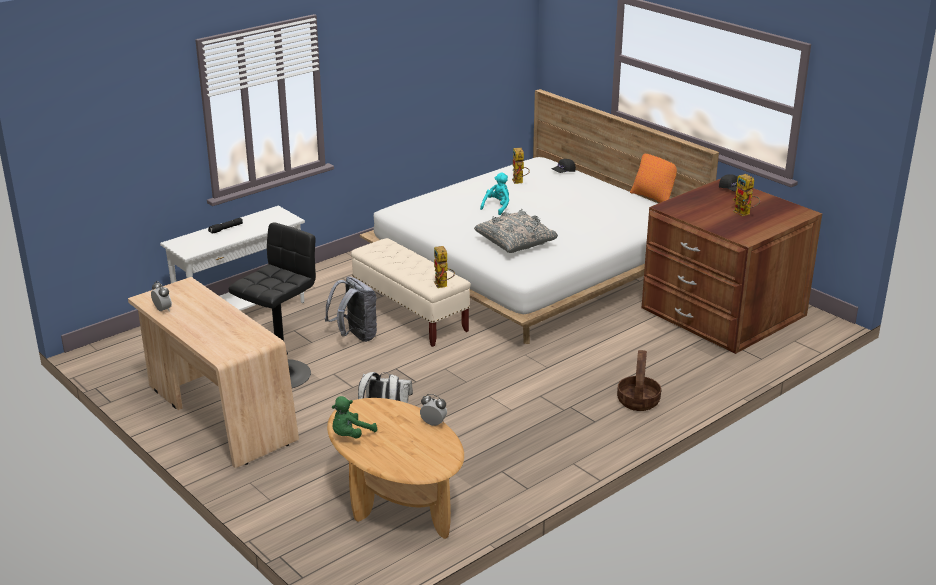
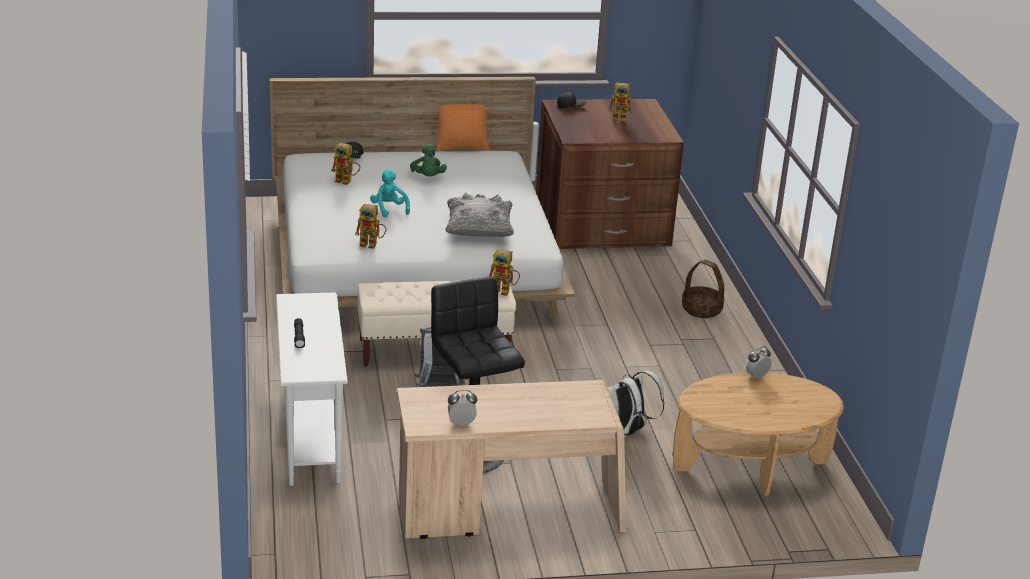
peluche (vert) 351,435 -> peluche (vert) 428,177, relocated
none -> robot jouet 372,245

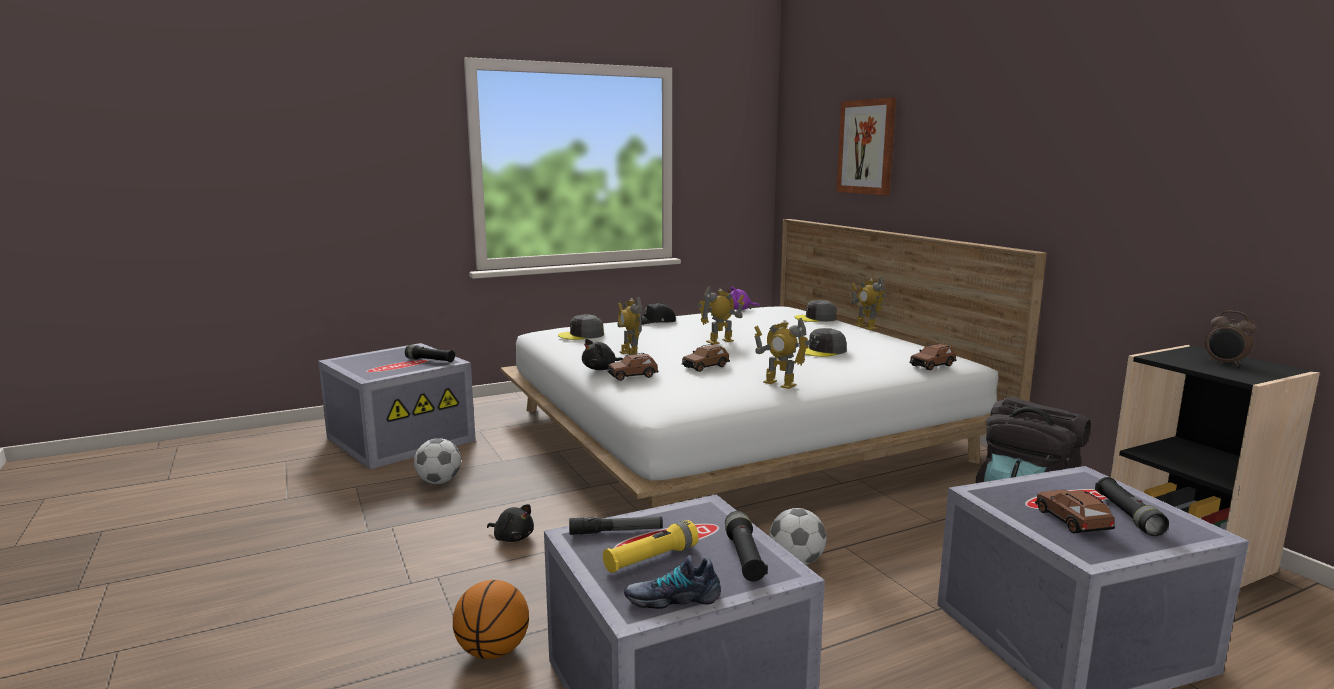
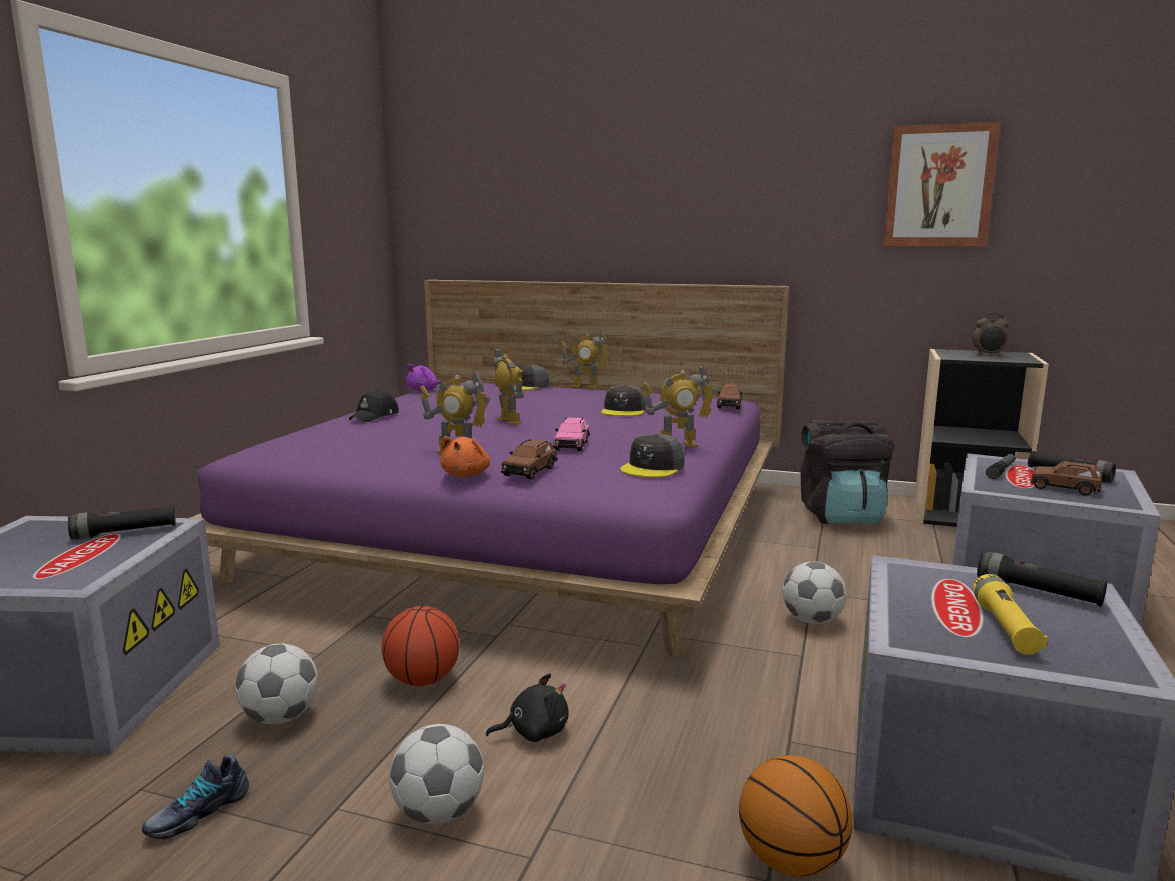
tableau 866,147 -> tableau 939,186, relocated
lit (blanc) 735,433 -> lit (violet) 526,530
robot jouet 720,341 -> robot jouet 509,421, 135 degrees clockwise
casquette (gris) 582,335 -> casquette (gris) 653,467, relocated
peluche (noir) 601,369 -> peluche (orange) 466,474
petite voiture (marron) 705,366 -> petite voiture (rose) 571,445
lampe de poche 616,531 -> lampe de poche 1001,471, relocated
chaussure 672,598 -> chaussure 197,812, relocated
none -> ballon de basket 423,680
none -> ballon de foot 438,813

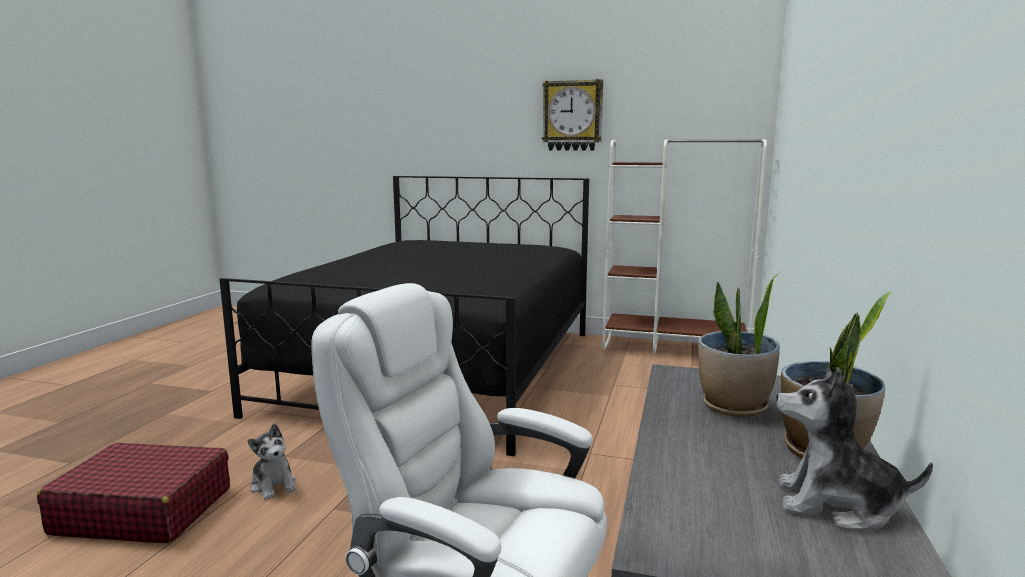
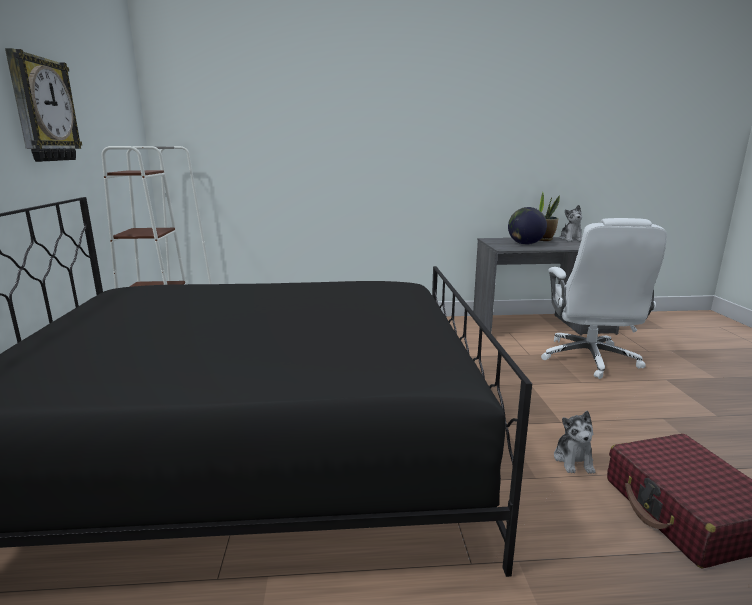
plante en pot 734,407 -> globe 525,244
peluche 274,485 -> peluche 573,460, 150 degrees clockwise

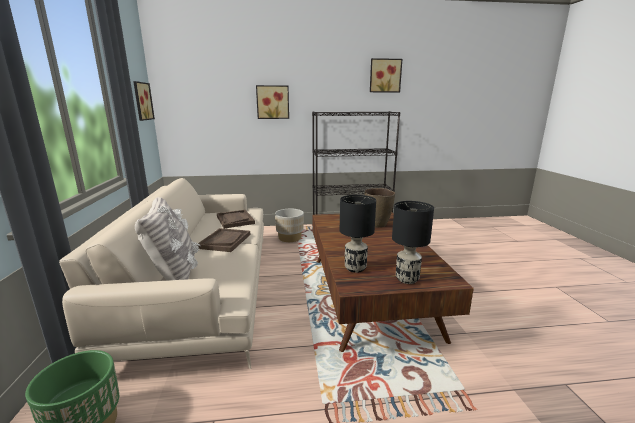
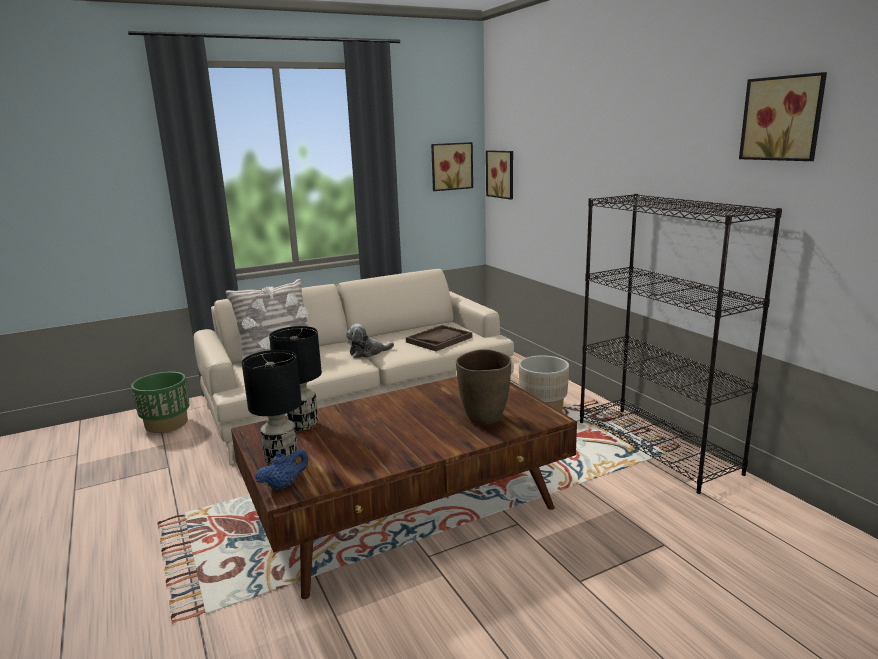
tableau 272,102 -> tableau 502,174, relocated
plateau (marron) 225,241 -> peluche 368,352
none -> théière (bleu) 284,485

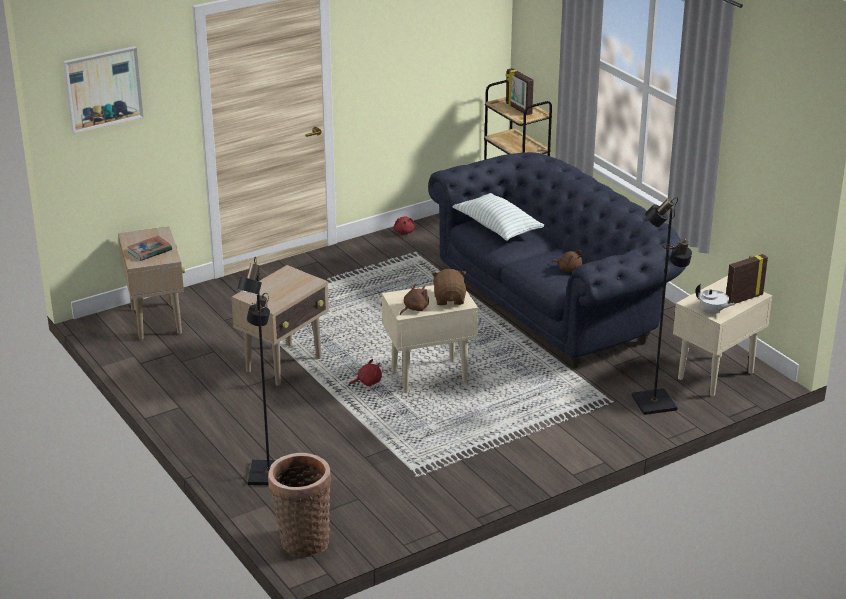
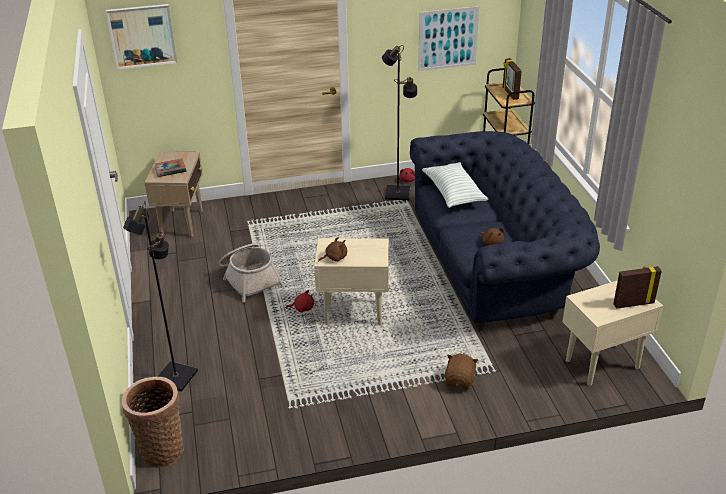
lampadaire (noir) 654,403 -> lampadaire (noir) 398,193, relocated
table d'appoint (beige) 284,364 -> panier 249,278
peluche (marron) 450,299 -> peluche (marron) 460,381, relocated
théière (blanc) 713,310 -> none
none -> tableau 448,38

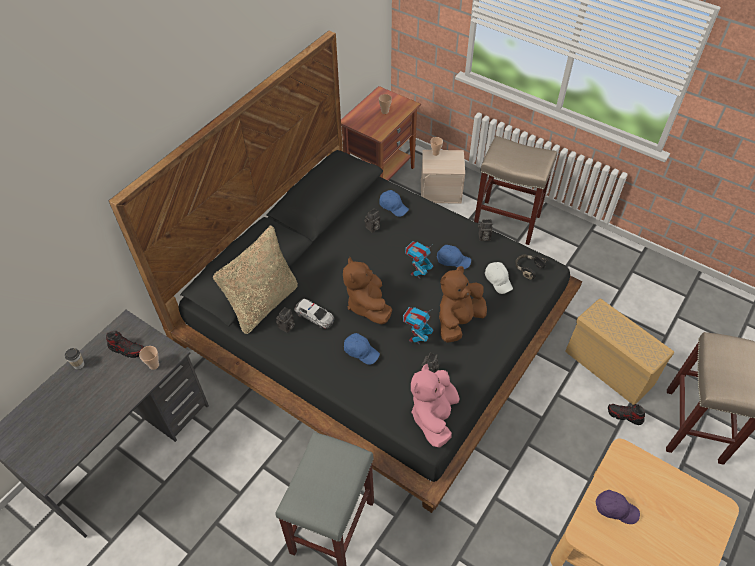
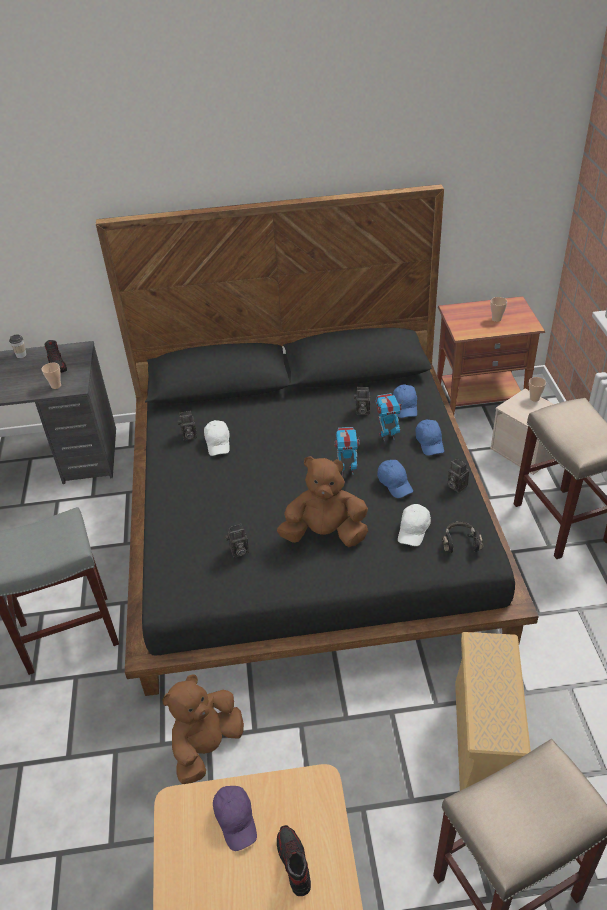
coussin (beige) 264,304 -> none
peluche (marron) 367,305 -> peluche (marron) 206,746, relocated
petite voiture 315,316 -> casquette (blanc) 218,443
robot jouet 416,338 -> robot jouet 387,436, relocated
casquette (bleu) 361,351 -> casquette (bleu) 430,442, relocated
peluche (rose) 434,416 -> none
chaussure 624,416 -> chaussure 294,863, relocated

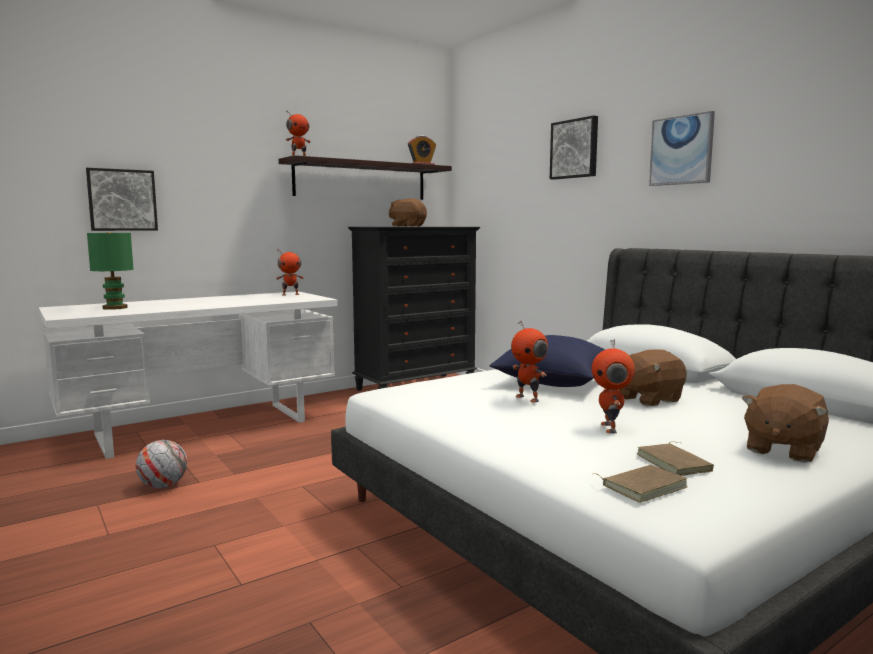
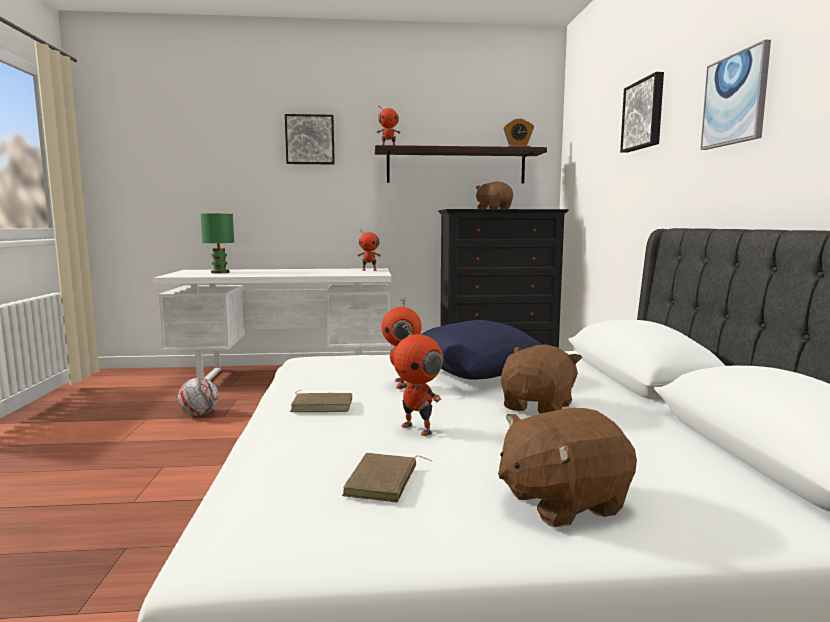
tableau 122,200 -> tableau 310,140, relocated
robot jouet 610,428 -> robot jouet 418,429, 75 degrees counterclockwise
peluche (marron) 647,399 -> peluche (marron) 539,407, 120 degrees clockwise
livre (marron) 642,486 -> livre (marron) 323,405, relocated

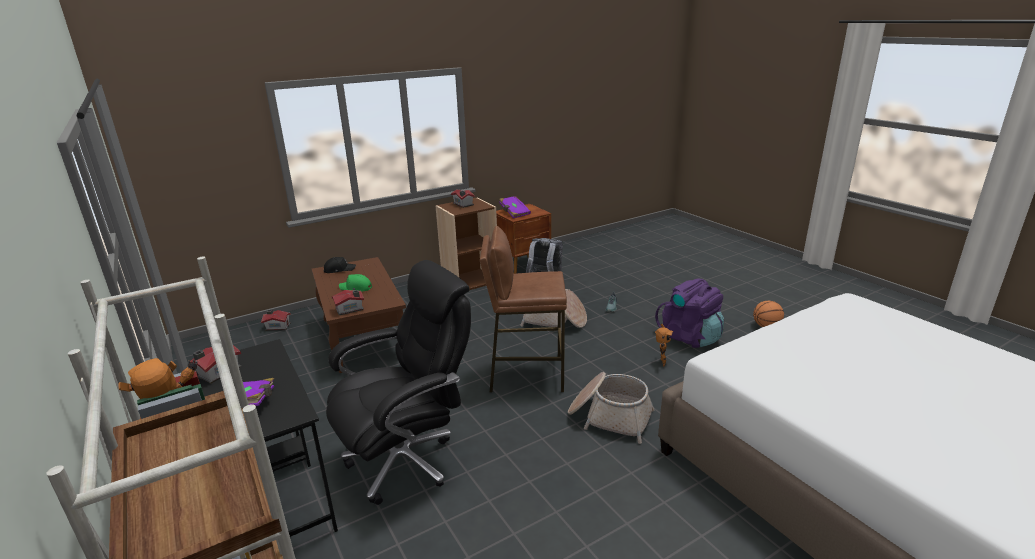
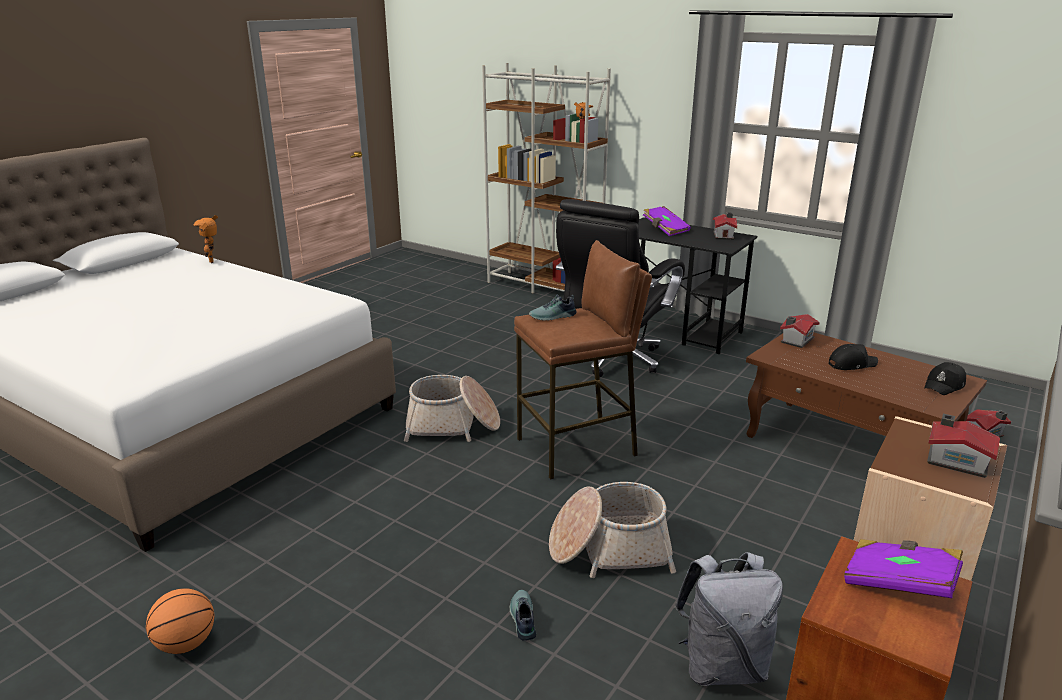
casquette (vert) 356,288 -> casquette (noir) 851,364
sac à dos (violet) 690,337 -> none
robot jouet 661,363 -> robot jouet 214,261, relocated
none -> chaussure 553,317

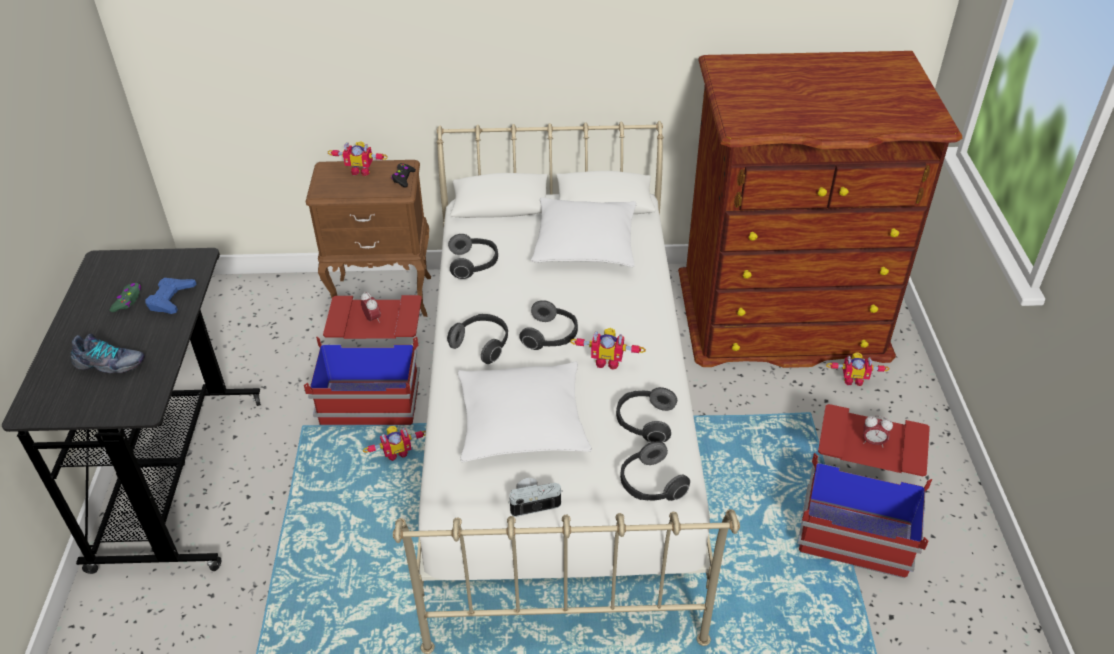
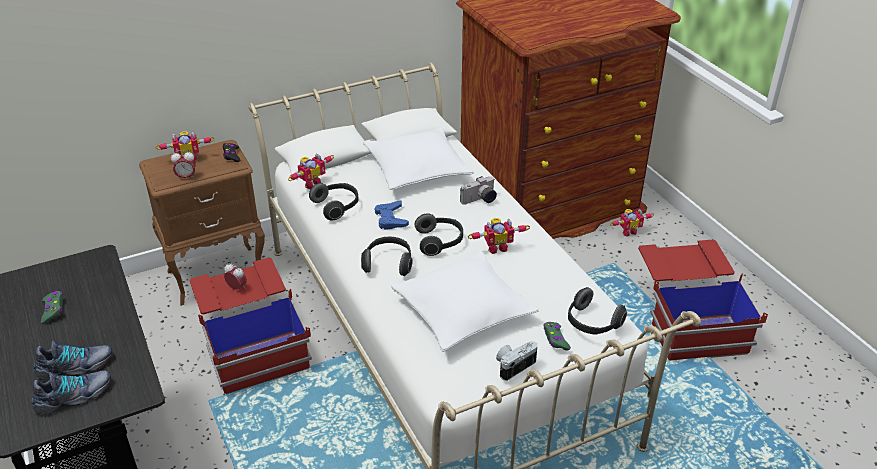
manette (bleu) 171,299 -> manette (bleu) 391,219, relocated
casque audio 644,422 -> none
réveil 873,442 -> réveil 186,177, relocated
robot jouet 397,453 -> robot jouet 311,183, relocated
none -> appareil photo 480,200
none -> manette (vert) 555,339
none -> chaussure 74,397

